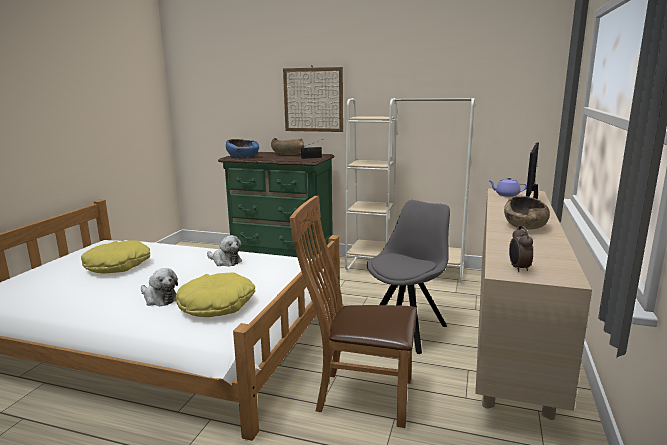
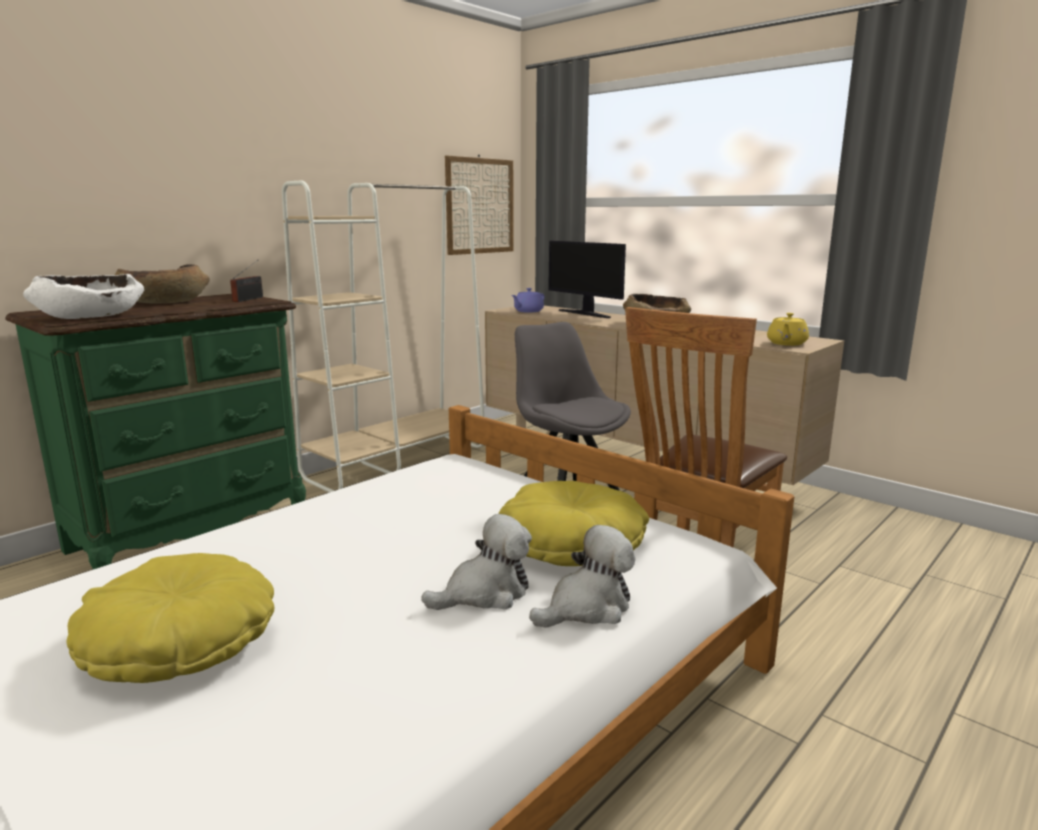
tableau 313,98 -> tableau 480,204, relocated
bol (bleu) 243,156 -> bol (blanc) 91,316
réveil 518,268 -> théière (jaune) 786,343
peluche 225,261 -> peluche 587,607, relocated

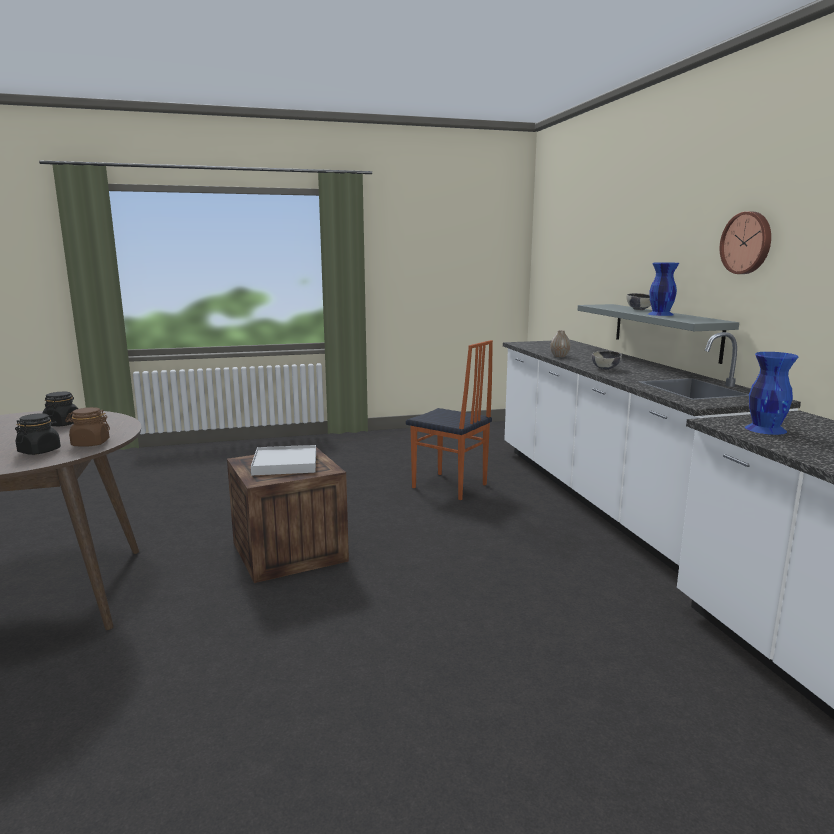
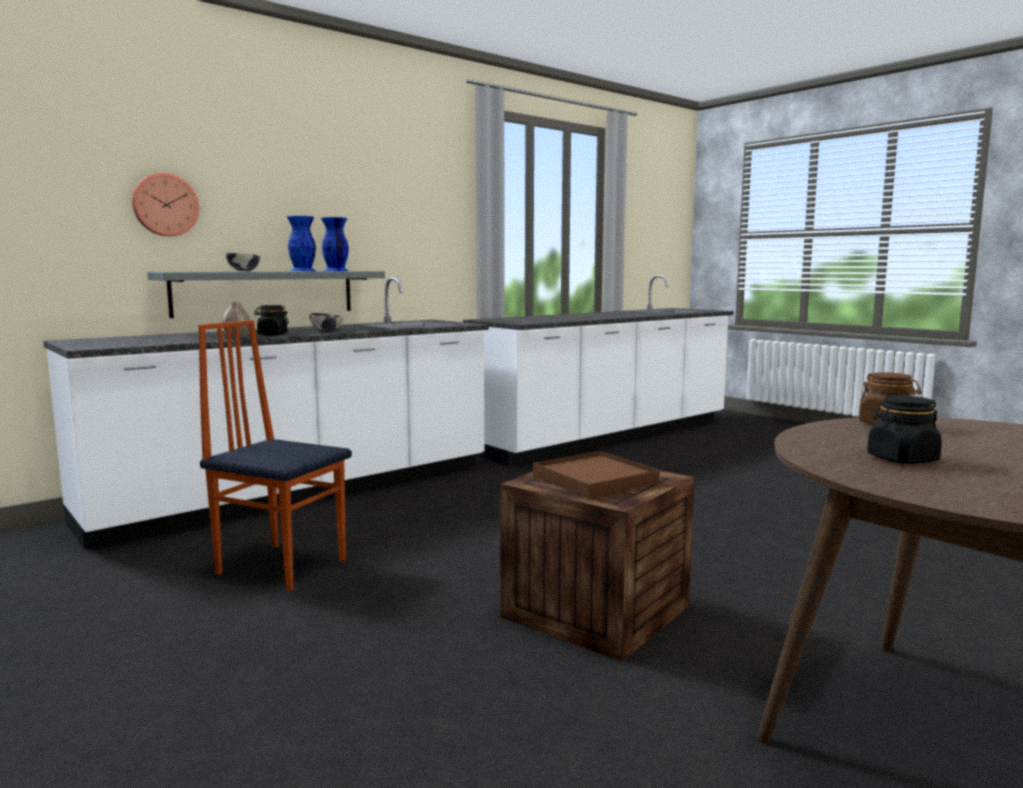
horloge murale 747,243 -> horloge murale 165,205, relocated
chaise 449,486 -> chaise 282,565, 75 degrees counterclockwise
vase (bleu) 765,429 -> vase (bleu) 335,271, relocated
bocal (noir) 39,451 -> bocal (noir) 272,334, relocated
plateau (blanc) 285,464 -> plateau (marron) 595,479

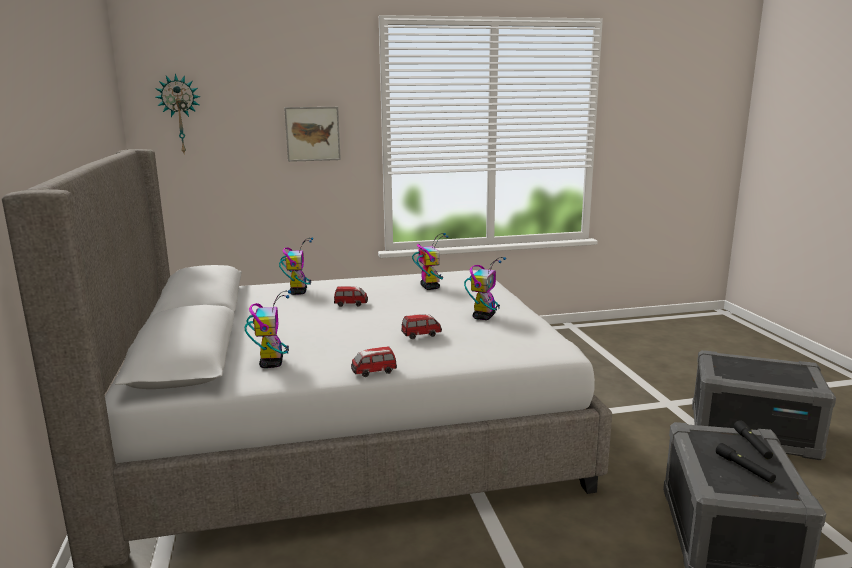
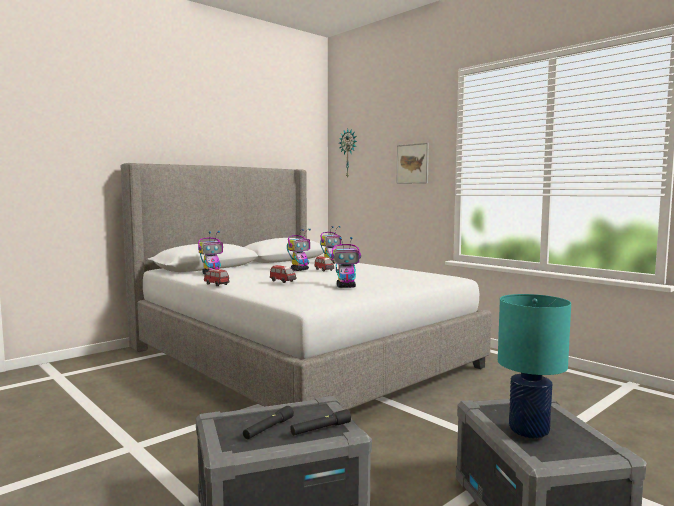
robot jouet 429,287 -> robot jouet 300,270, relocated
none -> lampe de table (turquoise) 528,433

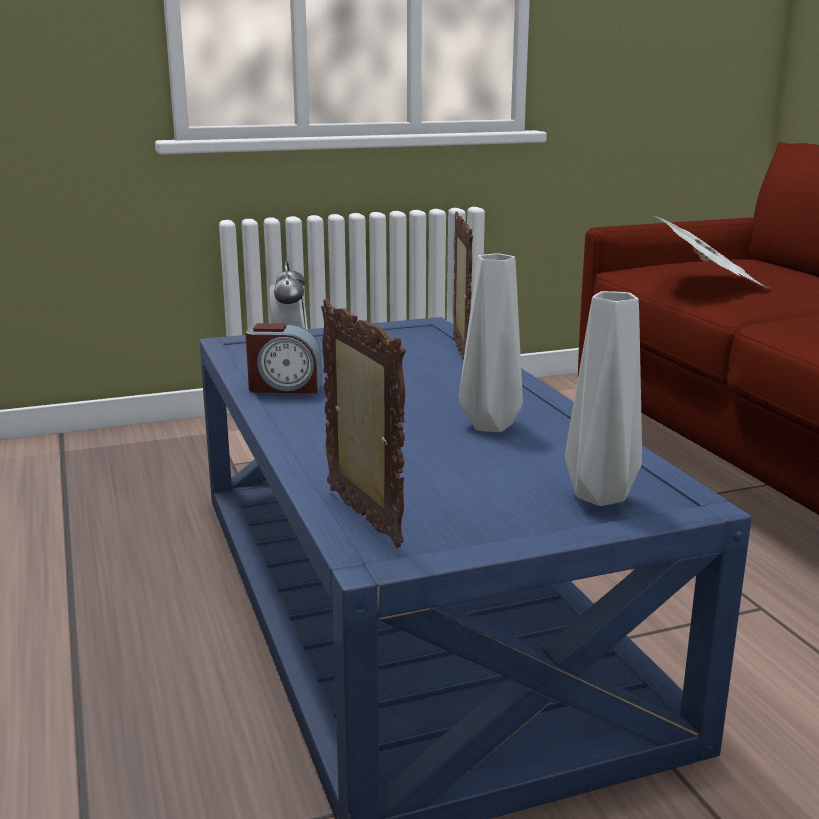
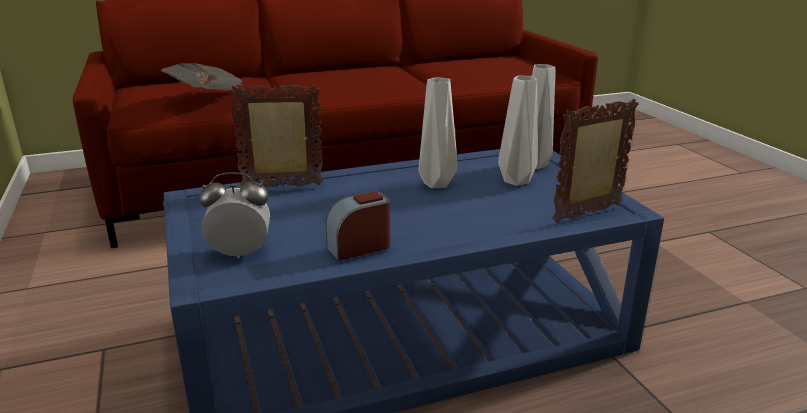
réveil 285,387 -> réveil 359,247, 120 degrees counterclockwise
none -> vase (gris) 514,180

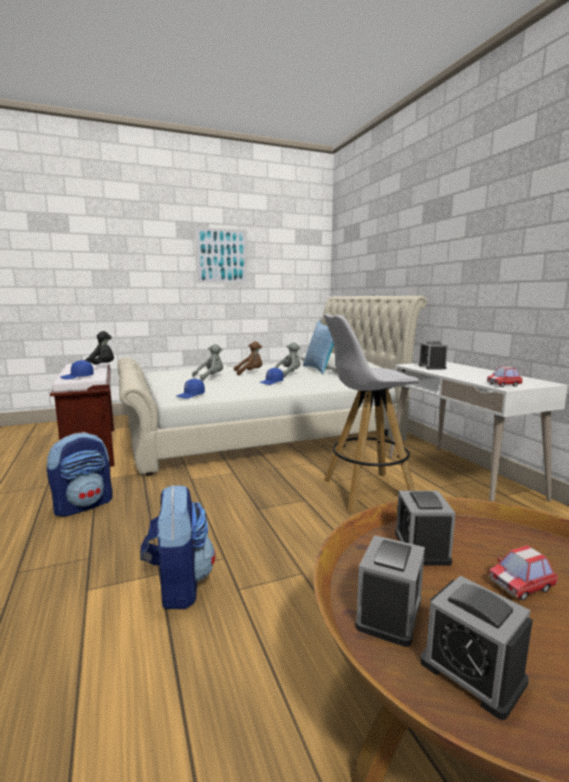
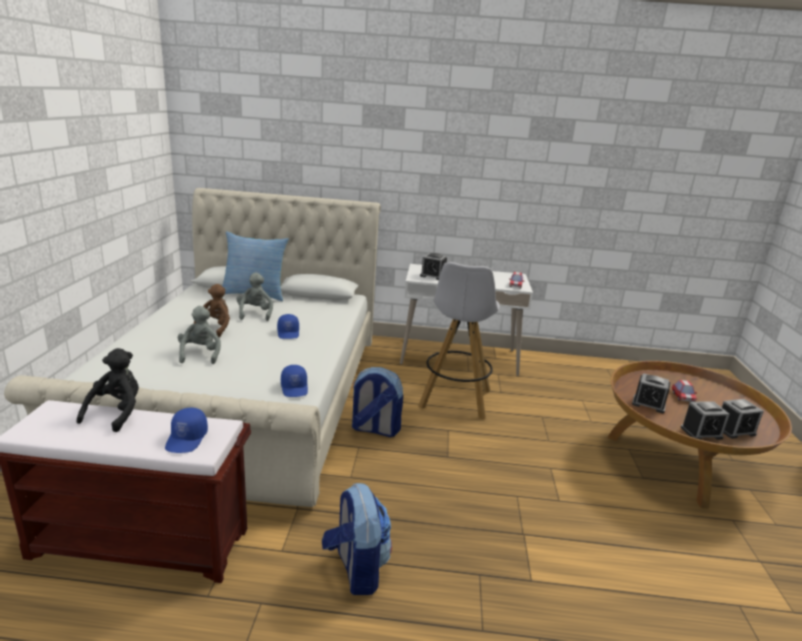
tableau 221,256 -> none
sac à dos 178,585 -> sac à dos 374,429, relocated
réveil 389,613 -> réveil 701,433, 120 degrees clockwise

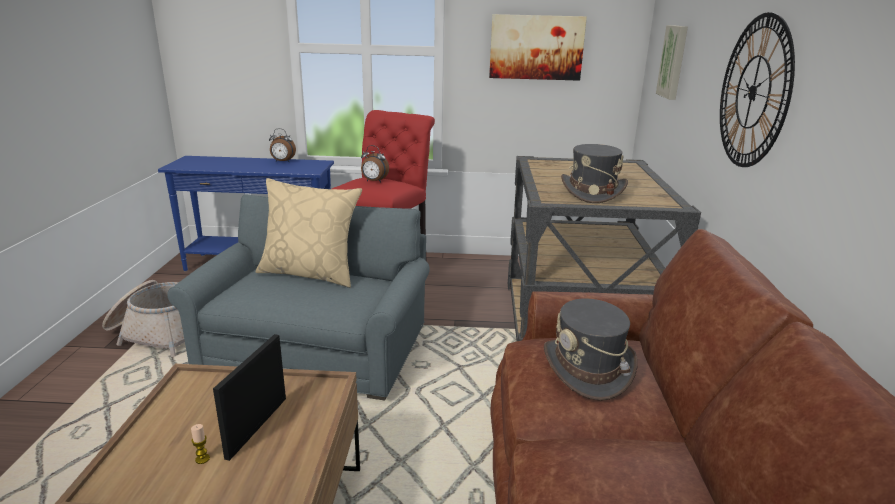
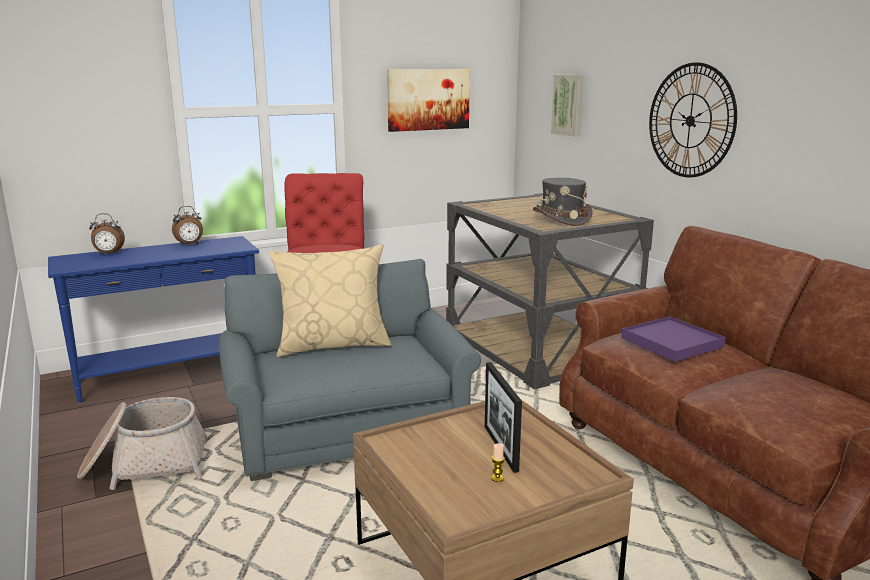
réveil 374,181 -> réveil 109,254, relocated
chapeau (gris) 588,369 -> plateau (violet) 672,342

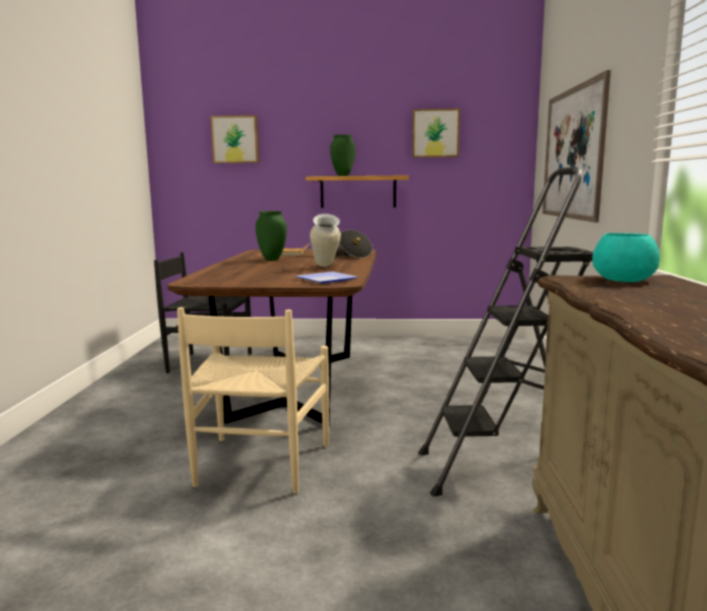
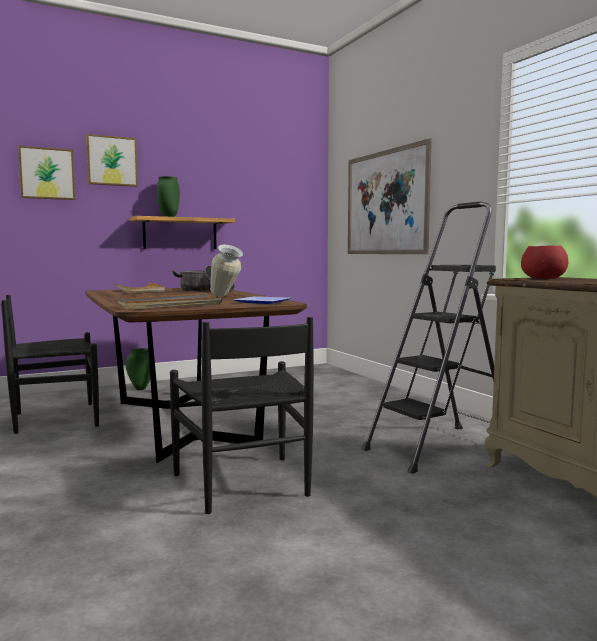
tableau 435,133 -> tableau 111,161, relocated
vase (vert) 272,260 -> vase (vert) 141,388, relocated
bol (turquoise) 623,280 -> bol (rouge) 544,278
chaise (beige) 259,465 -> chaise (noir) 244,485
none -> plateau (gris) 169,305

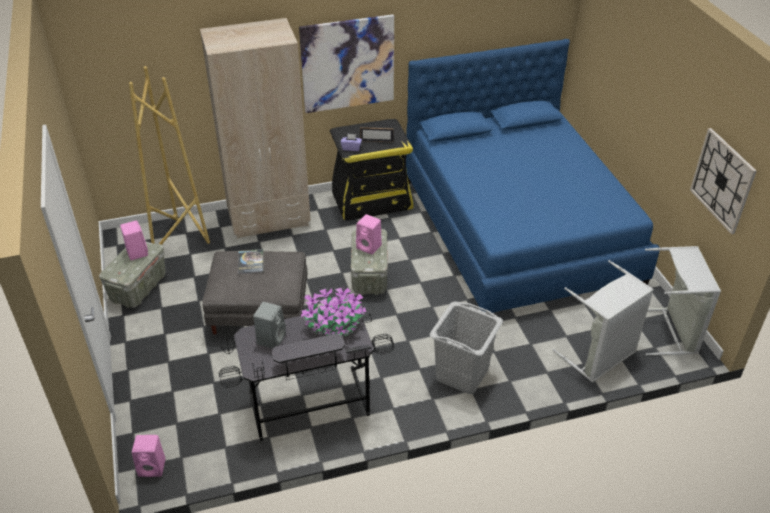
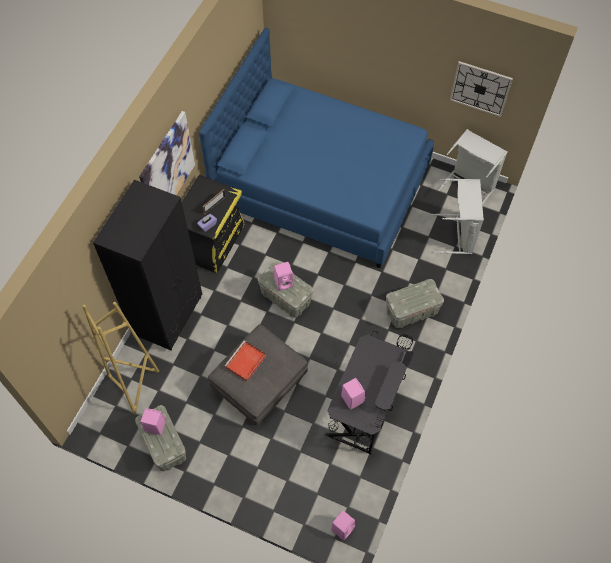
armoire (beige) 270,218 -> armoire (noir) 169,316
livre 250,262 -> plateau (rouge) 245,362
plante en pot 335,326 -> none
enceinte (gris) 271,338 -> enceinte (rose) 351,398
panier à linge (gris) 461,374 -> boîte de rangement (gris) 411,312

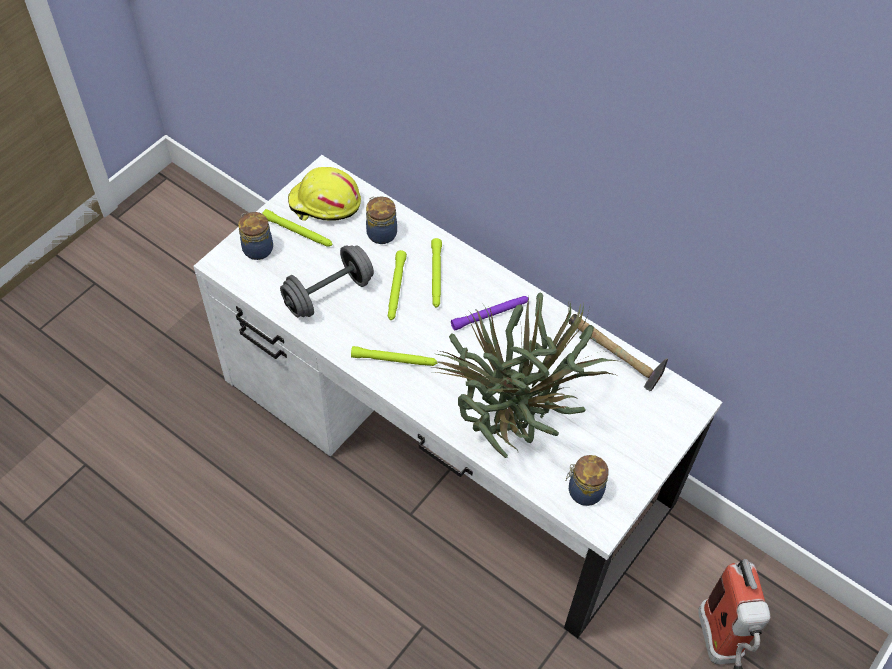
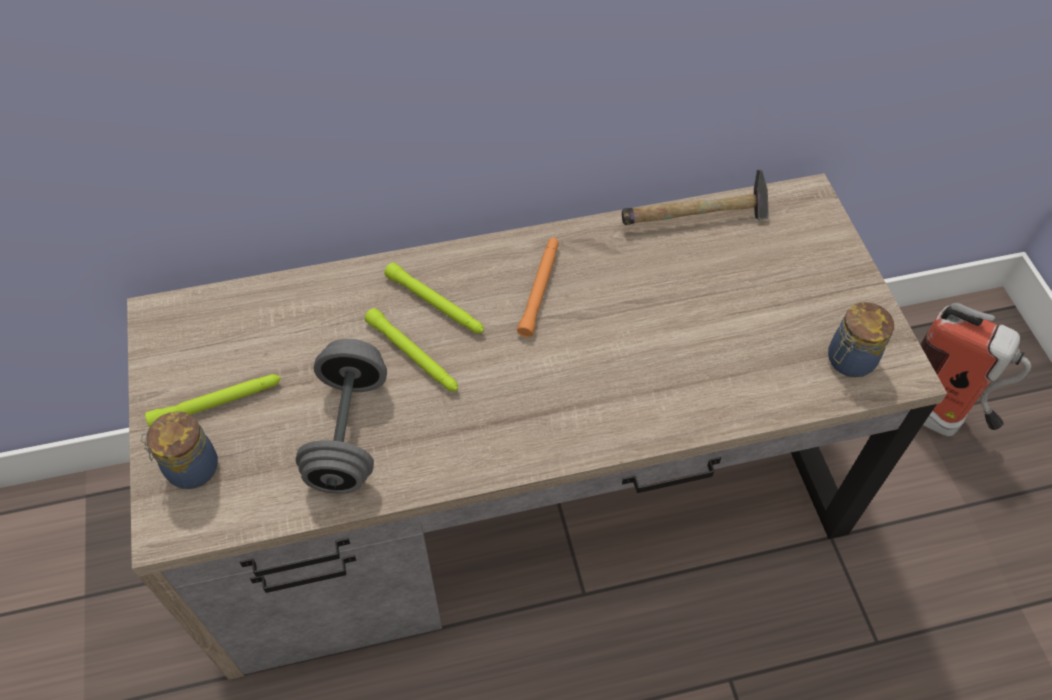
bureau (blanc) 444,441 -> bureau (marron) 523,495
casque de chantier (jaune) 324,204 -> none
bocal 381,233 -> none
plante en pot 515,428 -> none
lampe de poche (violet) 490,314 -> lampe de poche (orange) 540,288
lampe de poche (vert) 394,360 -> none

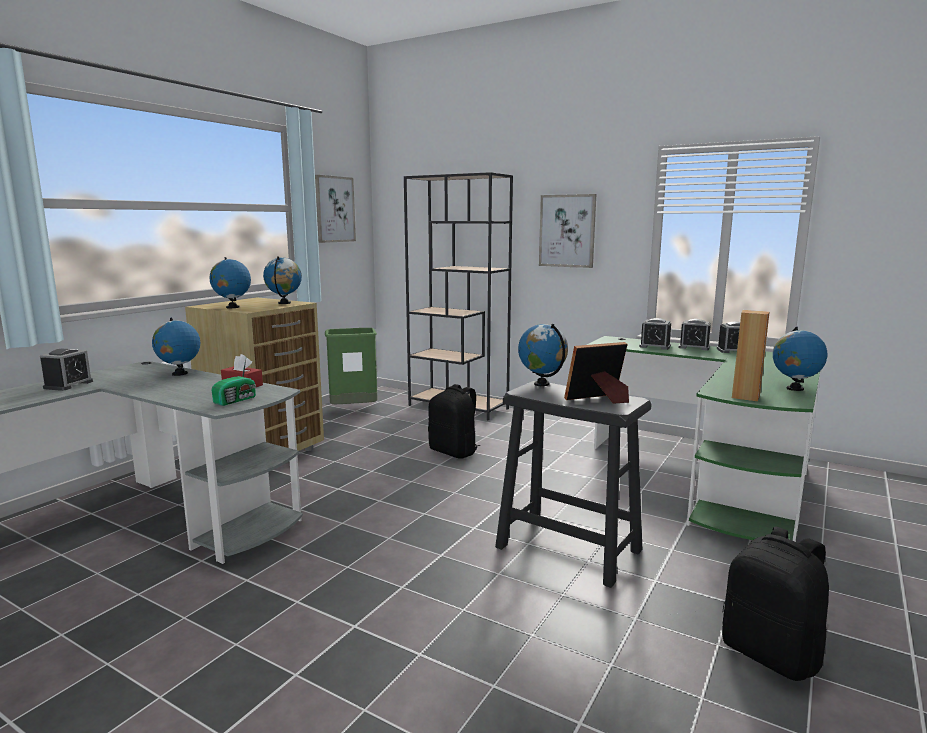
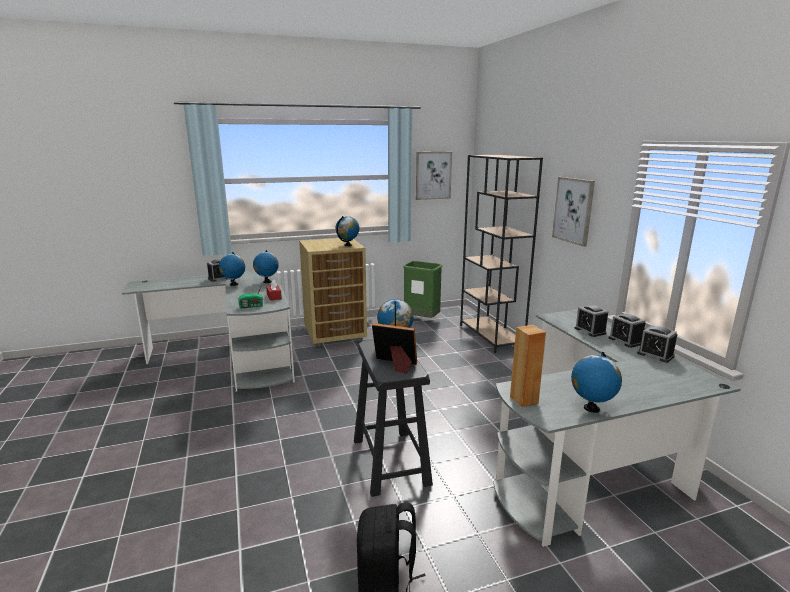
globe 232,307 -> globe 233,284, relocated
bureau (vert) 713,477 -> bureau (gris) 592,462
sac à dos (noir) 454,452 -> none

